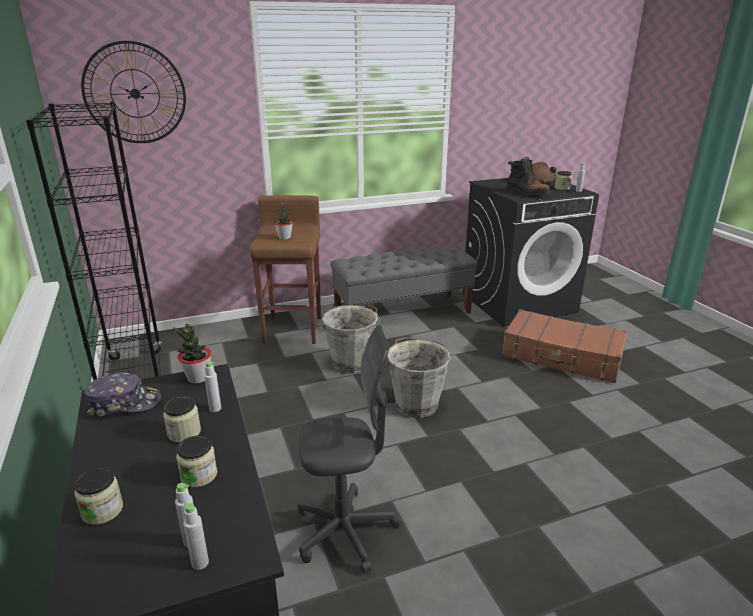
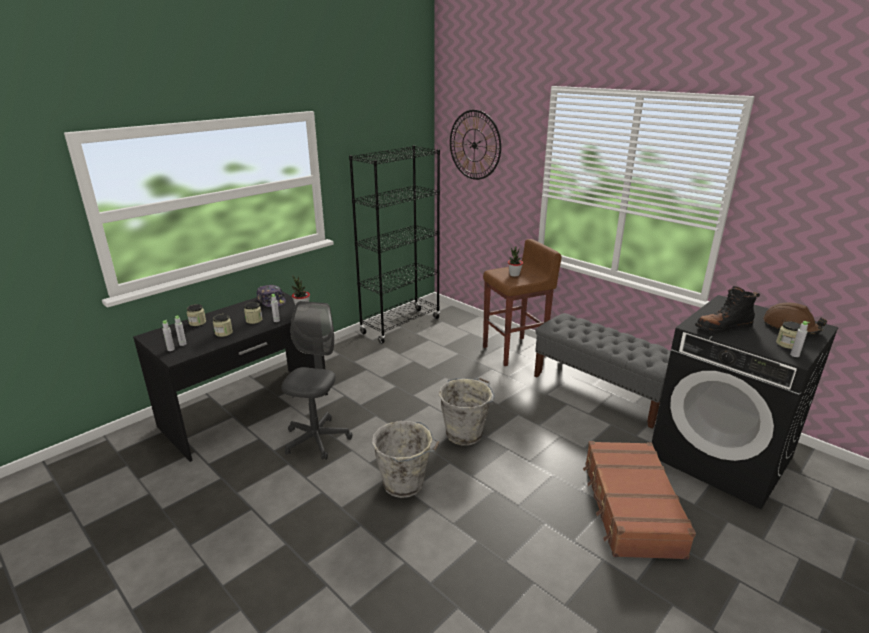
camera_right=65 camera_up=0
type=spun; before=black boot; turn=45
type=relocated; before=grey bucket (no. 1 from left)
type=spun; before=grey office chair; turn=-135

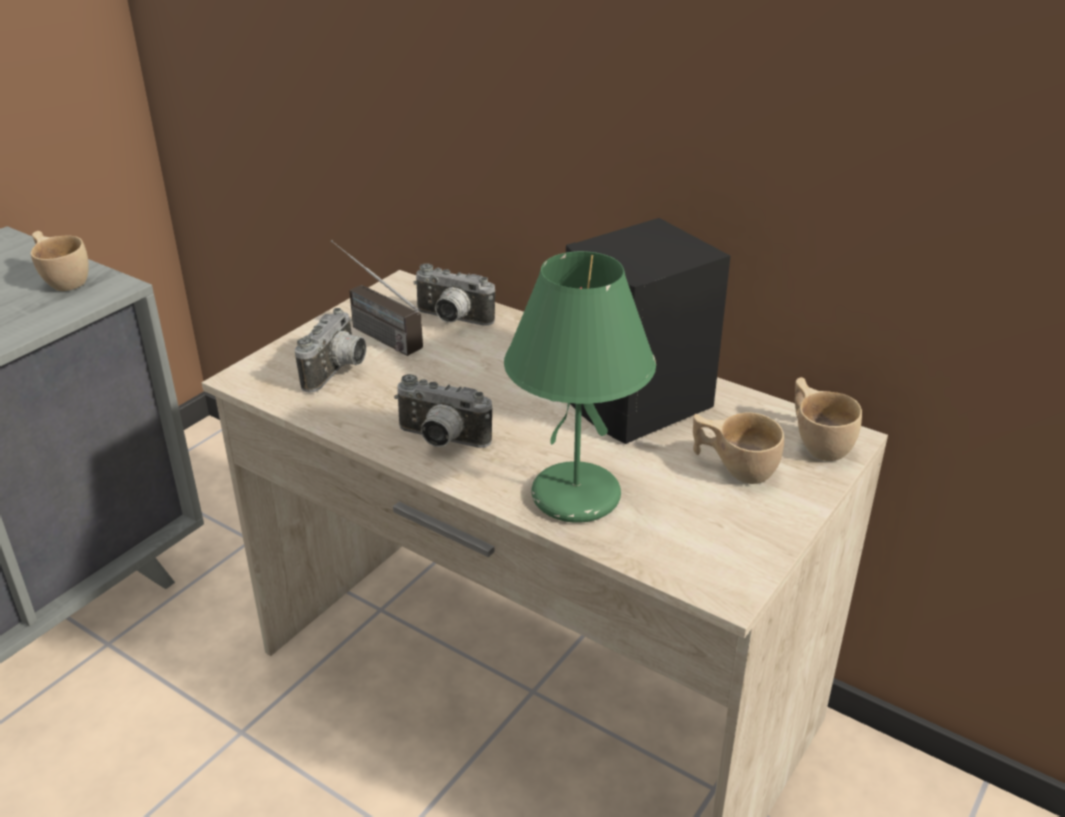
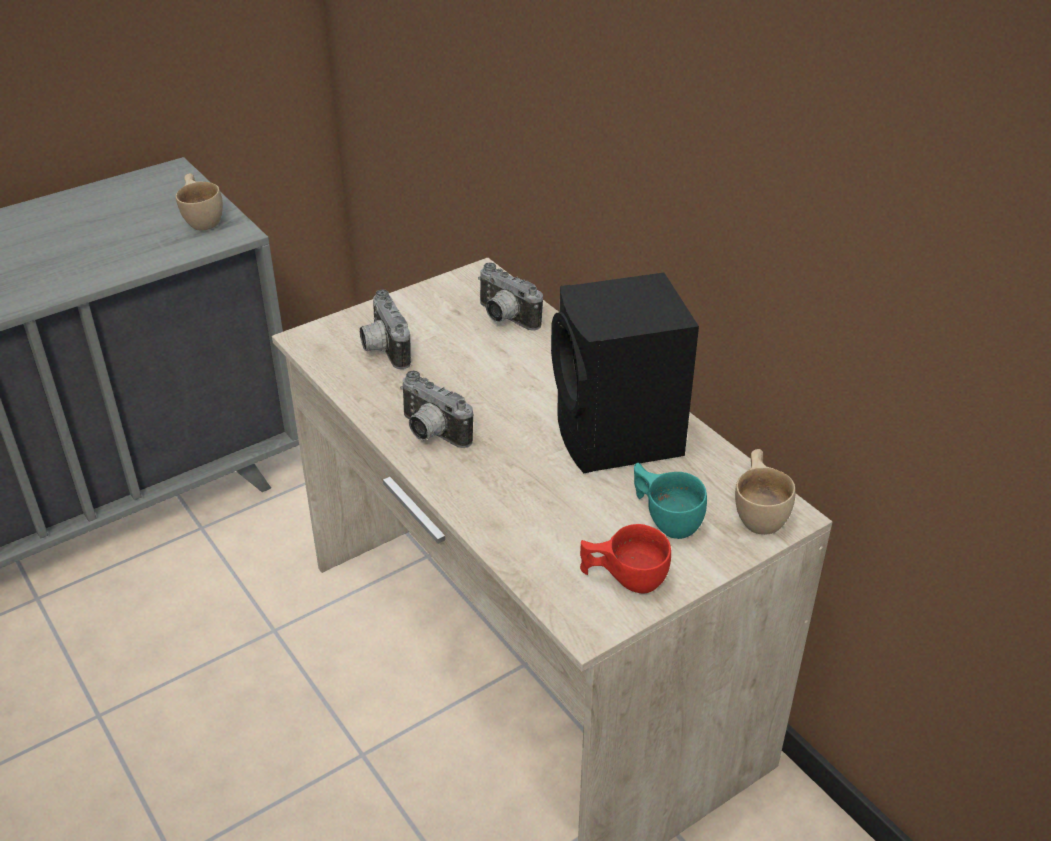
camera_right=20 camera_up=5
type=missing; before=radio
type=missing; before=green table lamp
type=spun; before=photo camera (no. 1 from left); turn=120
type=colour; before=beige cup (no. 2 from left); after=turquoise cup
type=appeared; after=red cup

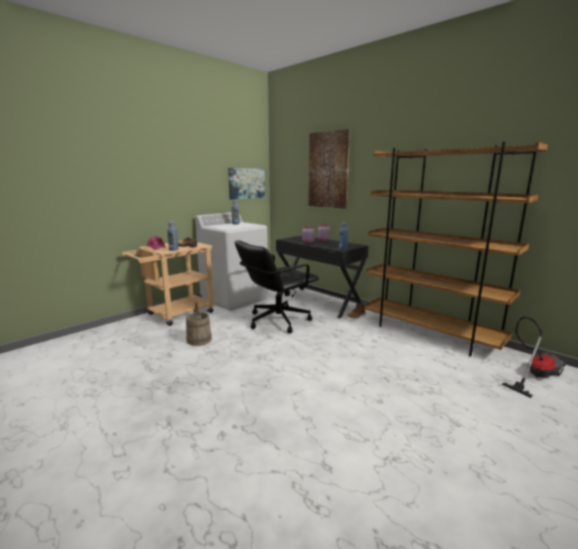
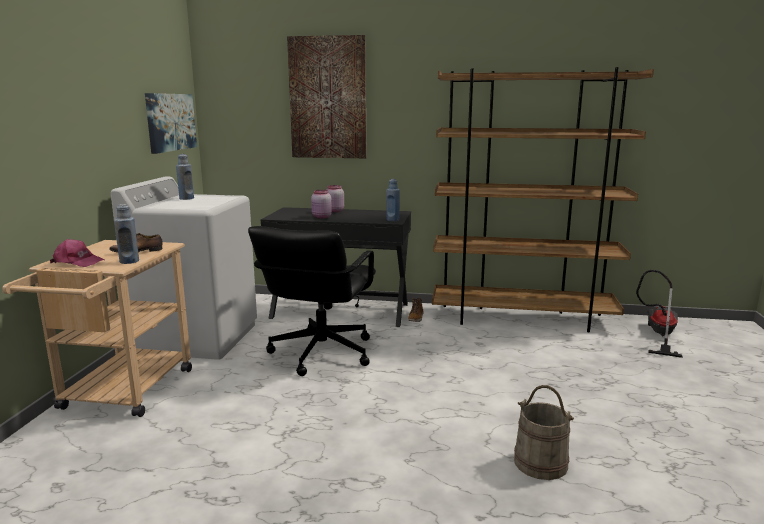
camera_right=-35 camera_up=0
type=relocated; before=beige bucket

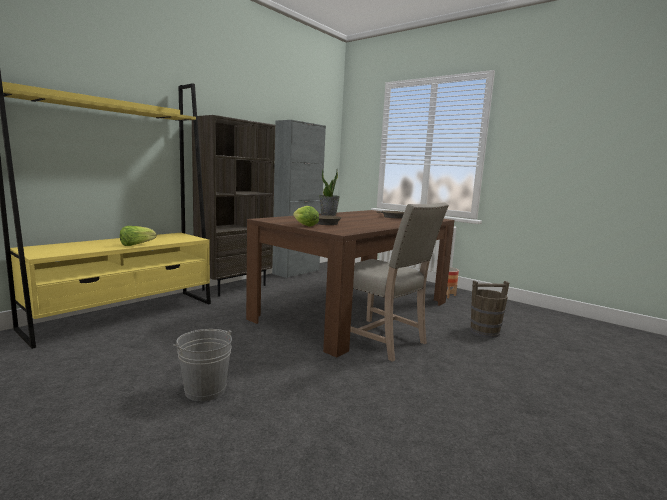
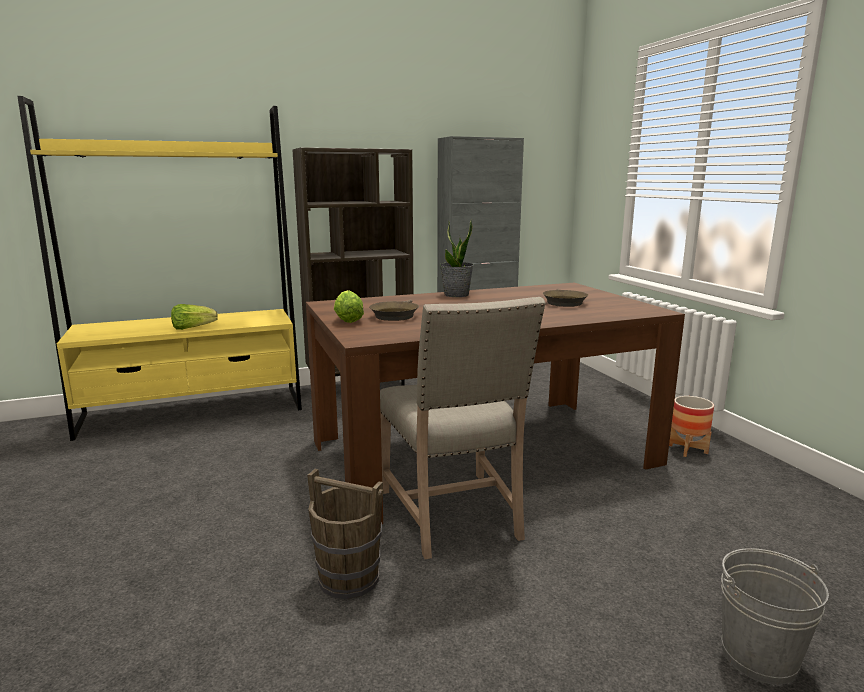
camera_right=30 camera_up=5
type=relocated; before=brown bucket
type=relocated; before=grey bucket

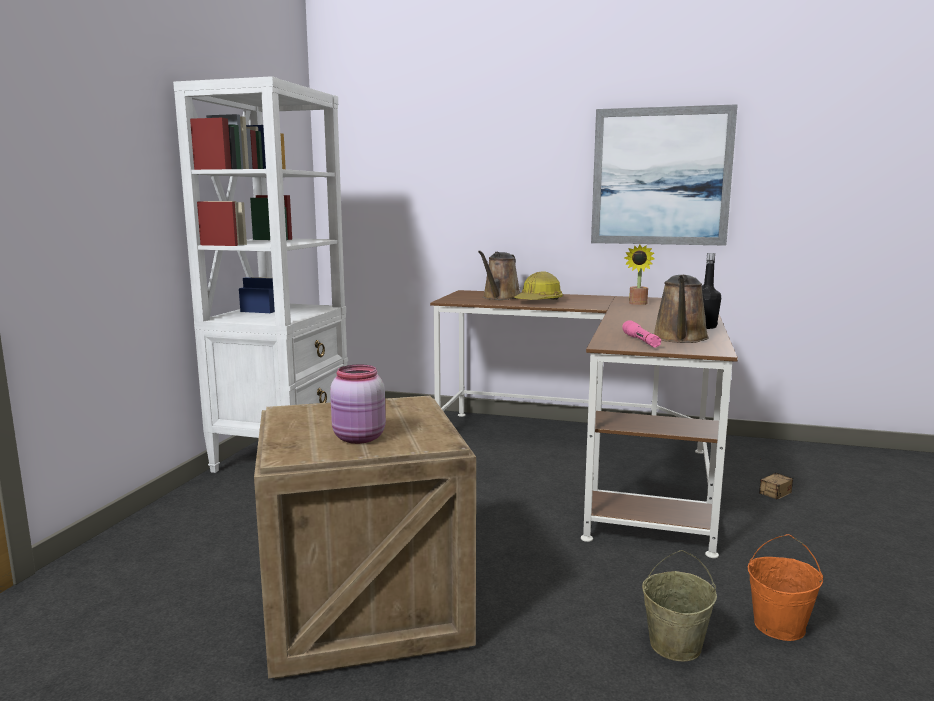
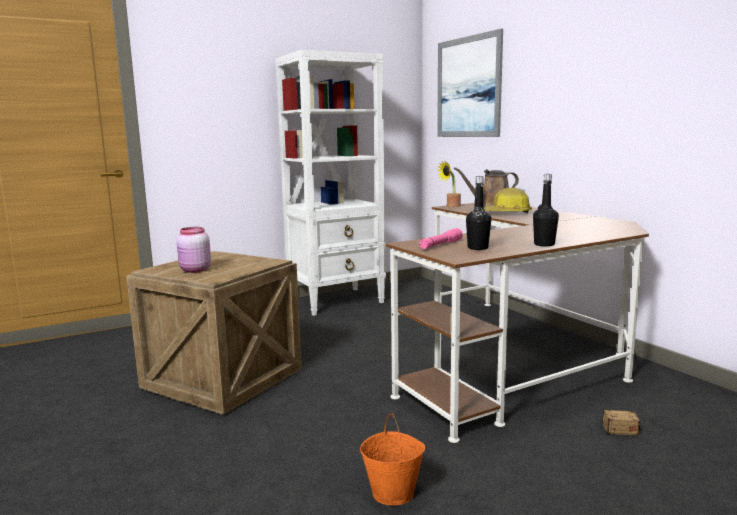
camera_right=45 camera_up=0
type=relocated; before=picture
type=relocated; before=potted plant
type=exchanged; before=brown watering can (no. 2 from left); after=black bottle (no. 1 from left)
type=missing; before=beige bucket

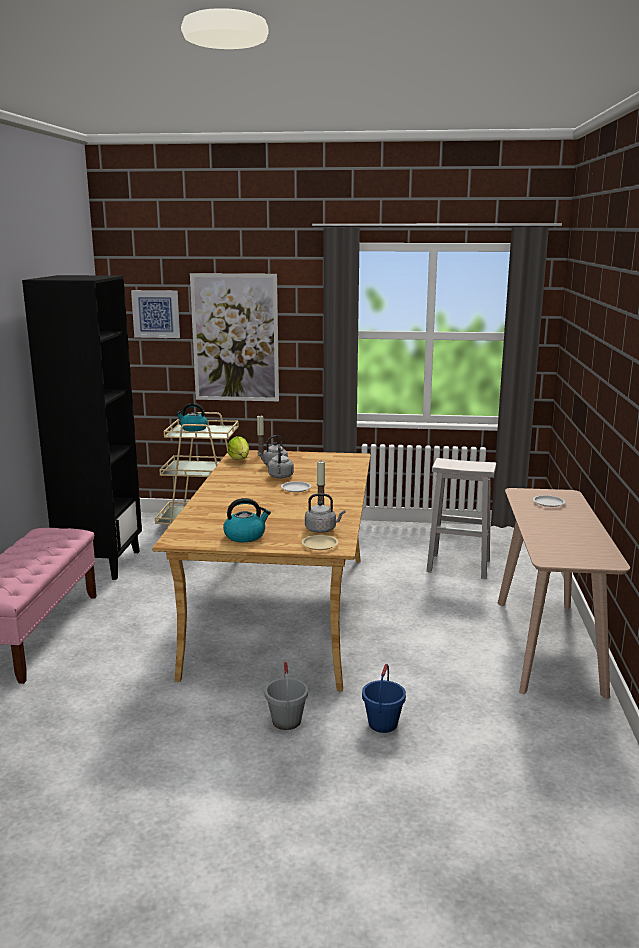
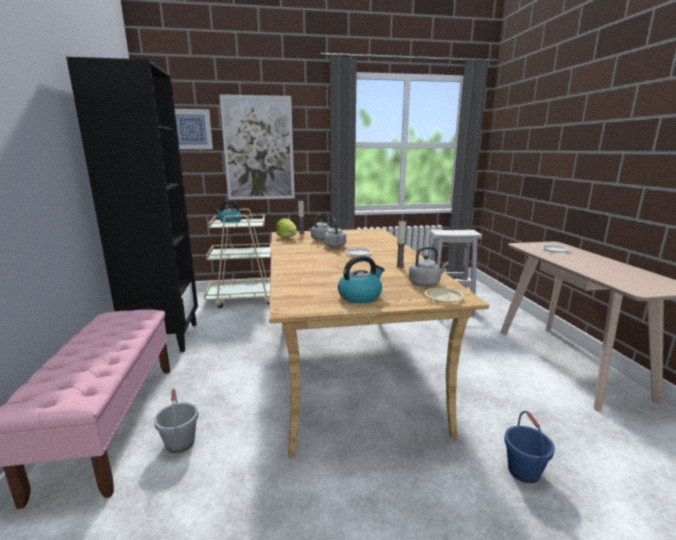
camera_right=-15 camera_up=0
type=relocated; before=grey bucket

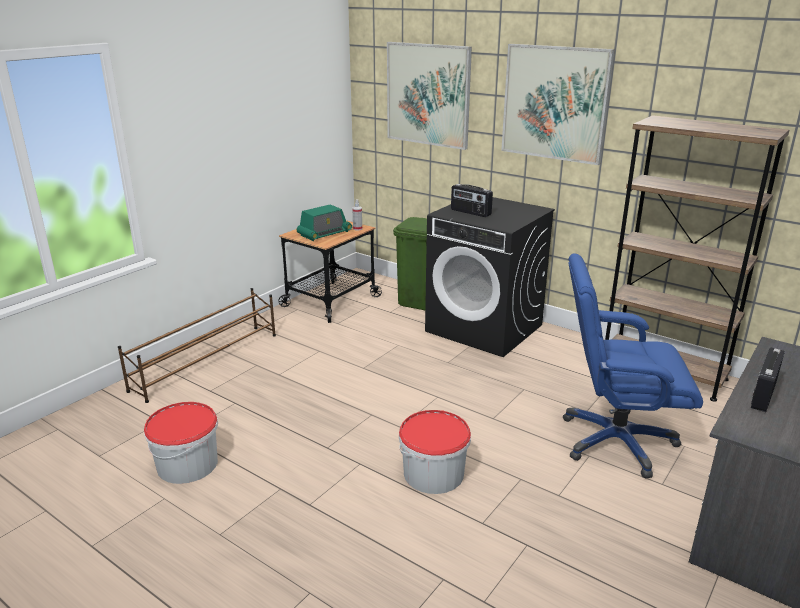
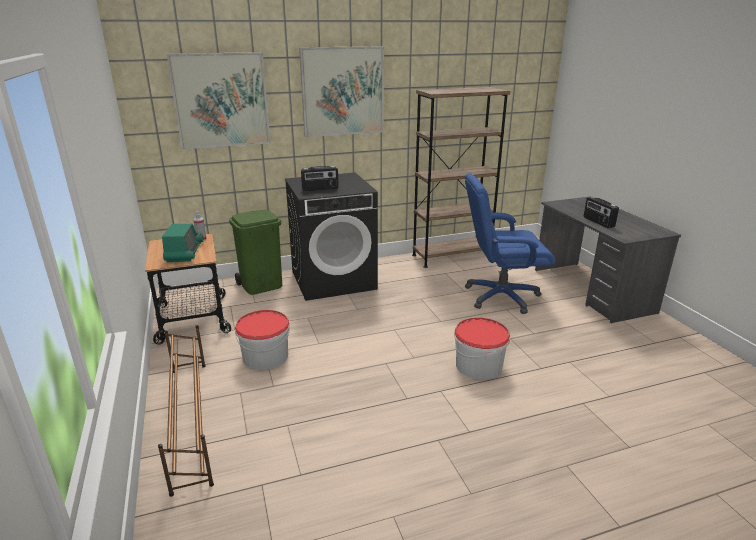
camera_right=-55 camera_up=0
type=spun; before=blue office chair; turn=45
type=relocated; before=bucket (no. 1 from left)

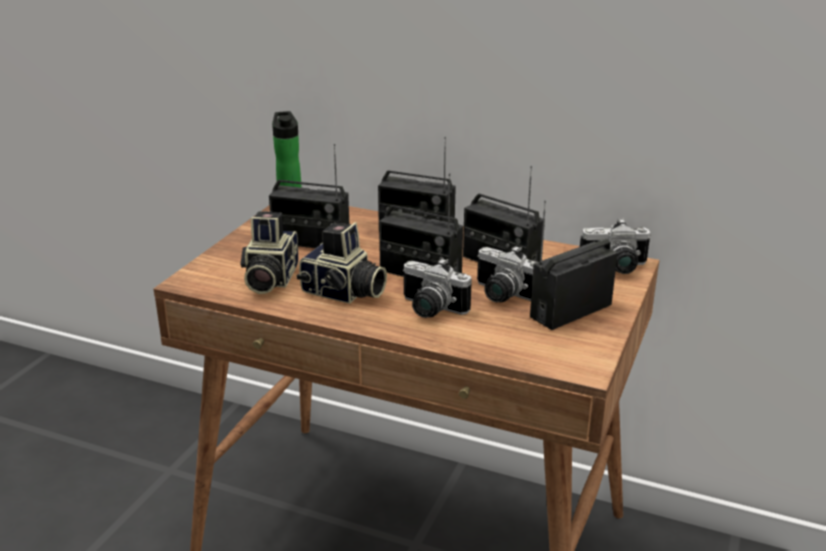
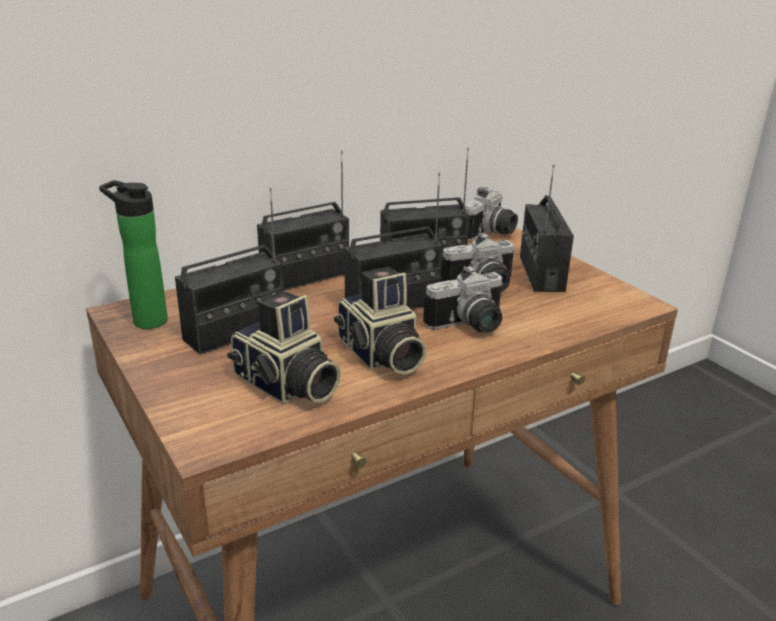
camera_right=-55 camera_up=0
type=spun; before=photo camera (no. 2 from left); turn=90

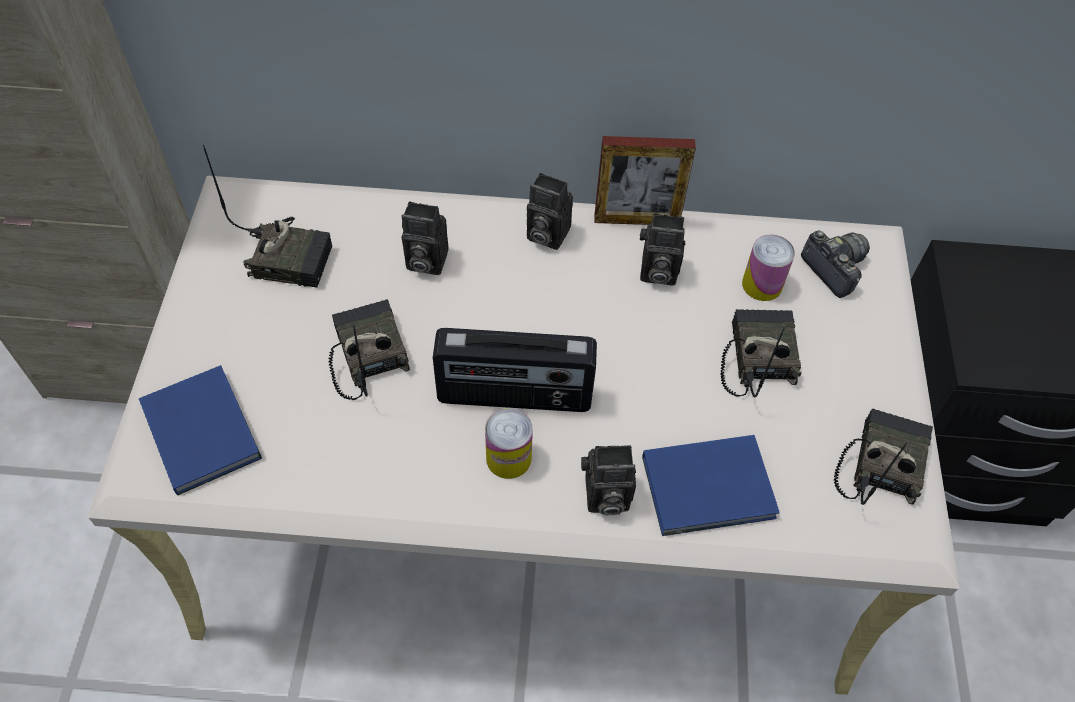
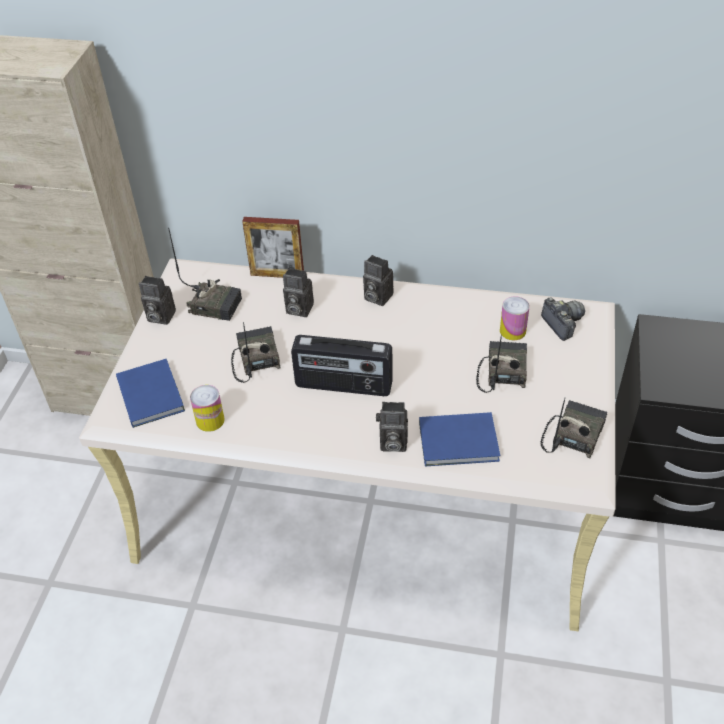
camera_right=10 camera_up=-10
type=relocated; before=picture frame
type=relocated; before=photo camera (no. 4 from left in the first image); after=photo camera (no. 1 from left)
type=relocated; before=can (no. 1 from left)

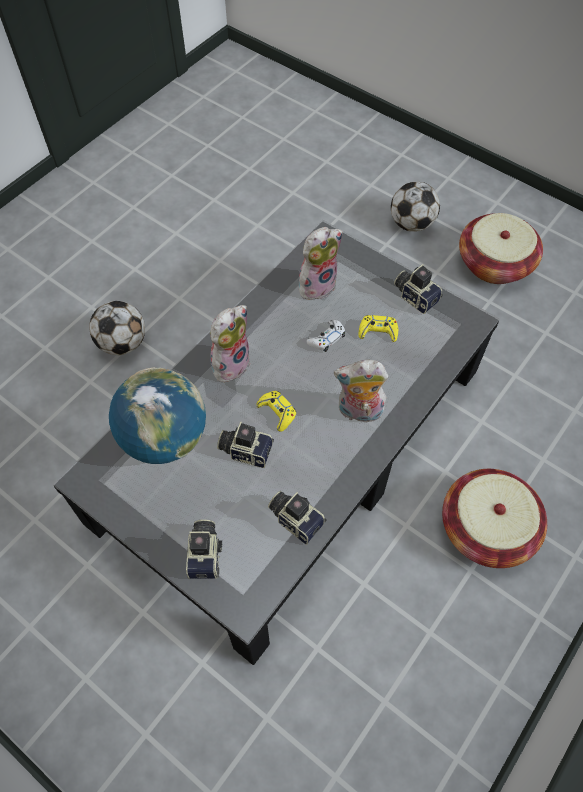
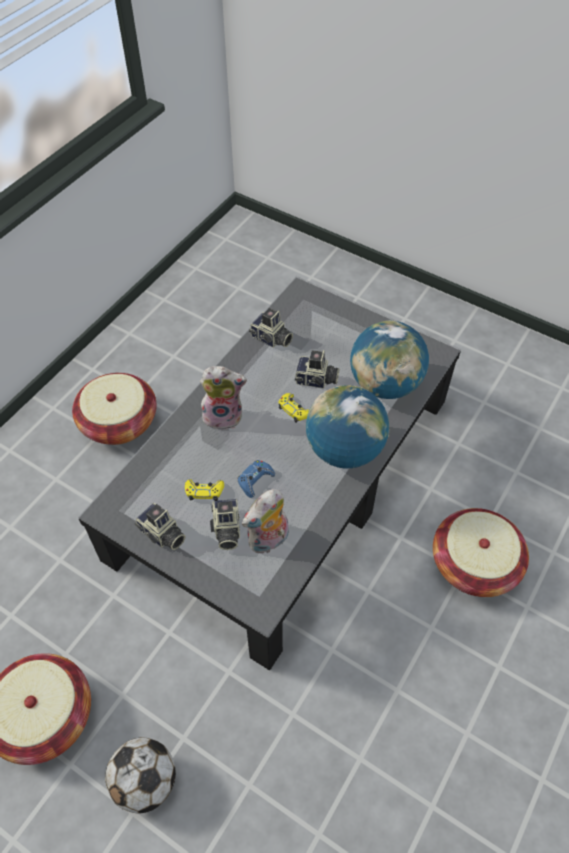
camera_right=175 camera_up=-5
type=exchanged; before=football (no. 1 from left); after=basket (no. 3 from left)
type=exchanged; before=plush toy (no. 1 from left); after=globe (no. 1 from left)
type=colour; before=white game controller; after=blue game controller
type=relocated; before=photo camera (no. 1 from left in the first image); after=photo camera (no. 2 from left)

